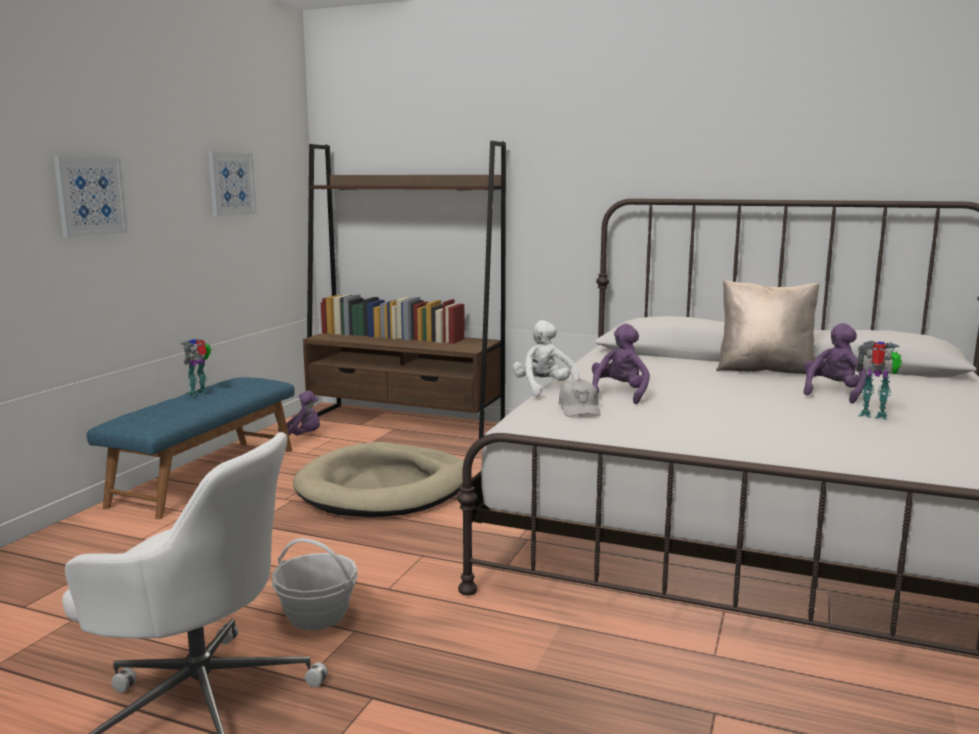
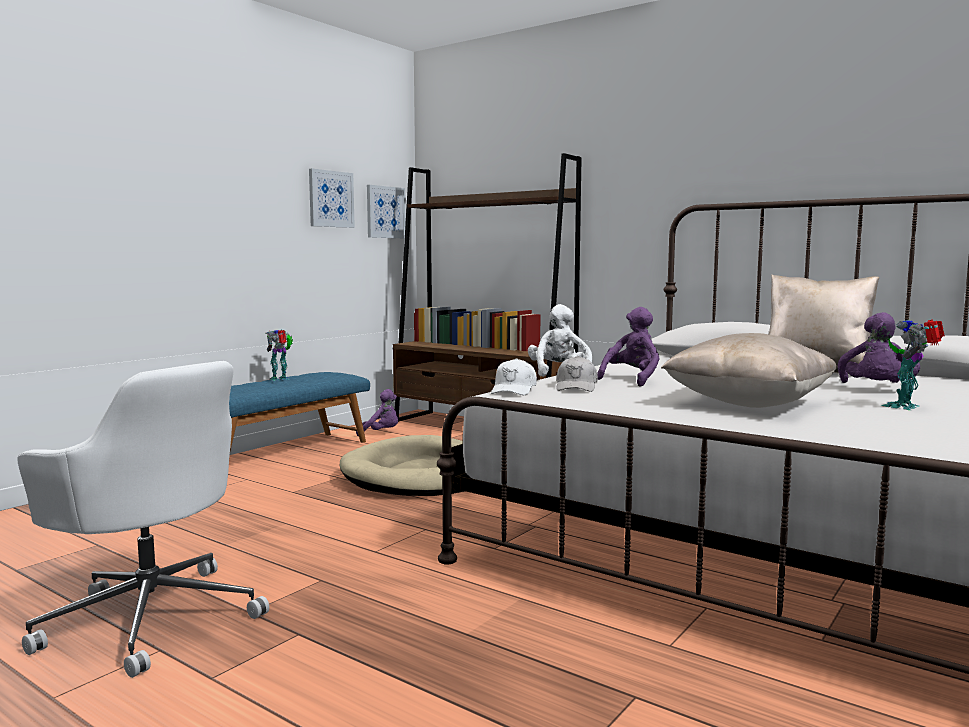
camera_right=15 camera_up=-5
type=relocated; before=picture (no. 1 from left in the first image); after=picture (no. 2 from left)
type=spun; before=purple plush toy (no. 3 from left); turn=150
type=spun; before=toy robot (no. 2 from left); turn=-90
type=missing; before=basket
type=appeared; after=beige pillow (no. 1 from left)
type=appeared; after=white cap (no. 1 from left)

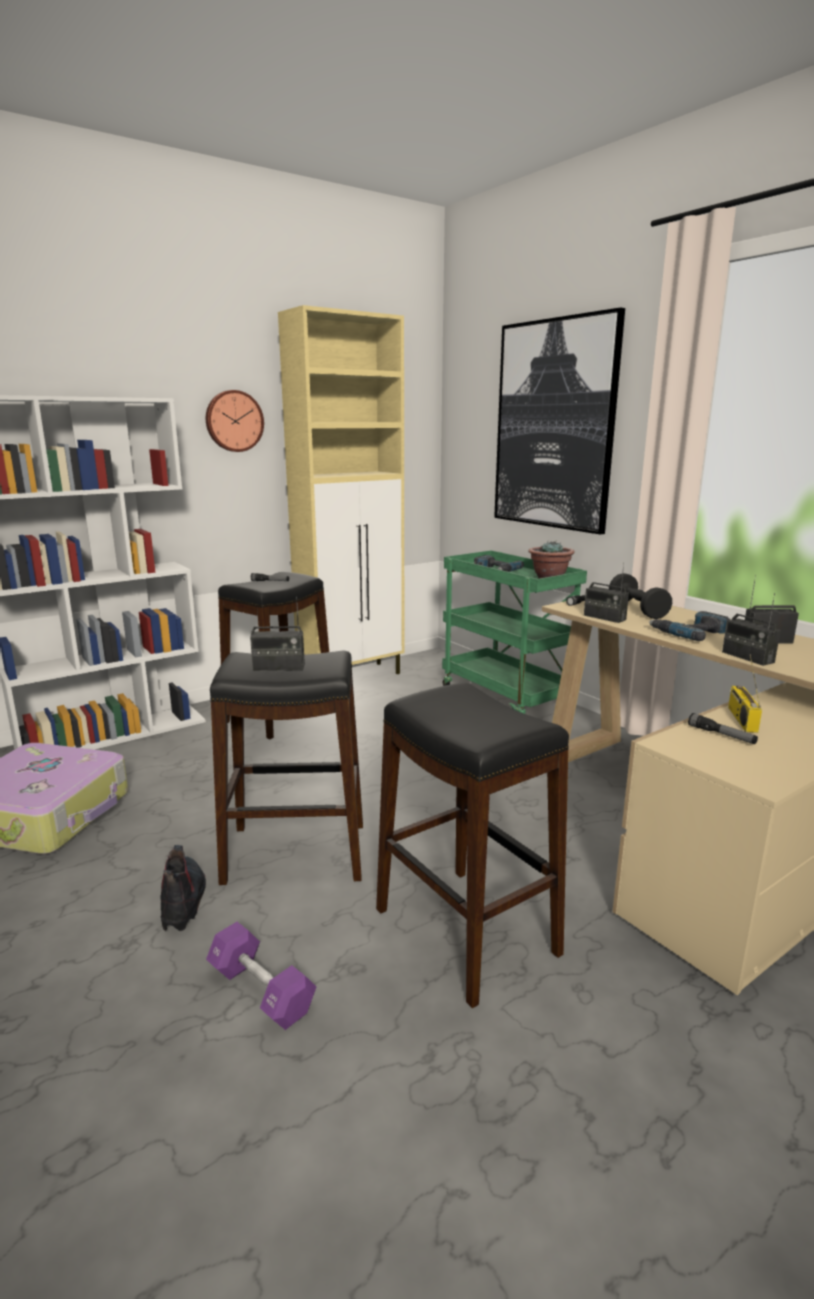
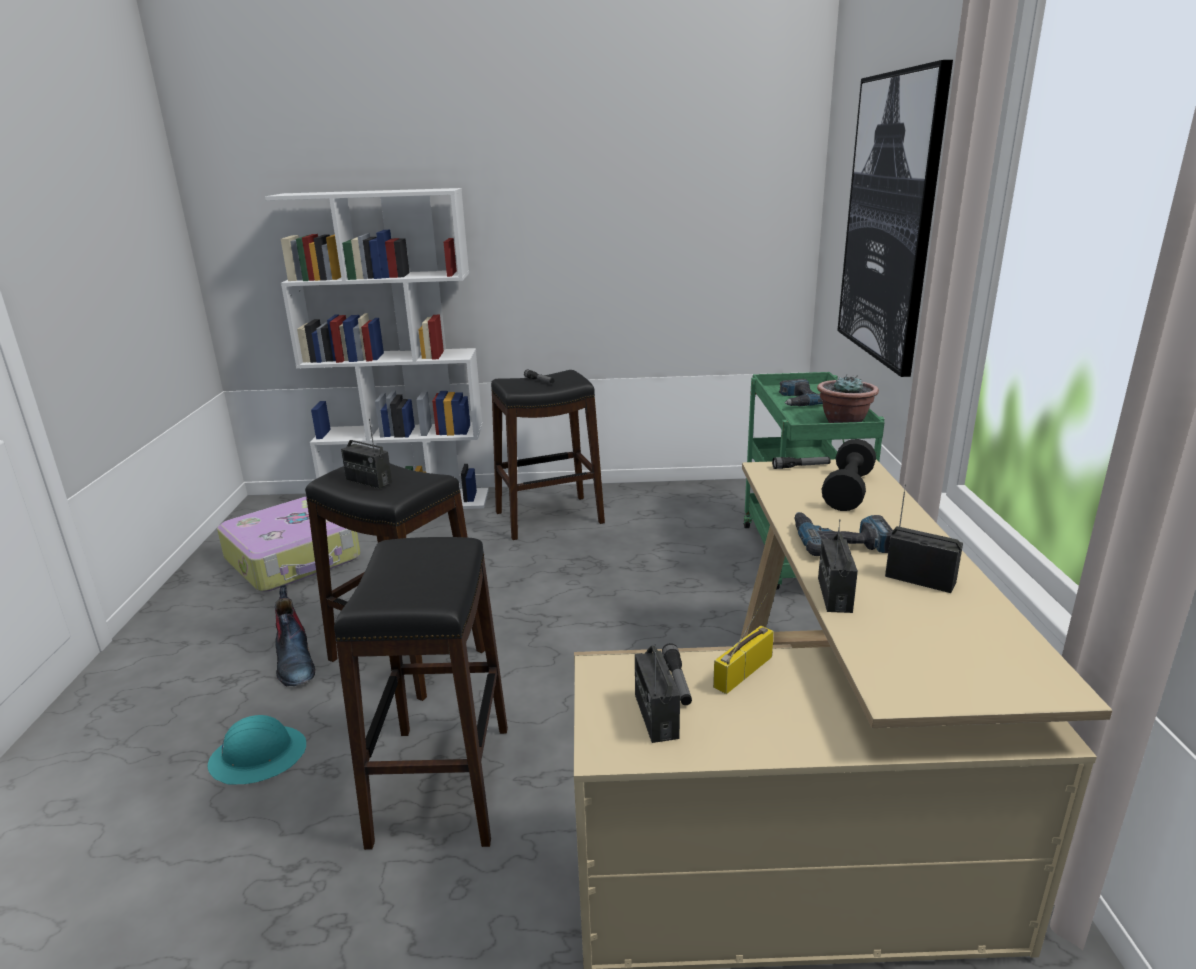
camera_right=35 camera_up=5
type=missing; before=beige cabinet
type=missing; before=wall clock
type=relocated; before=radio (no. 2 from left)
type=spun; before=boot; turn=135
type=exchanged; before=purple dumbbell; after=turquoise hard hat

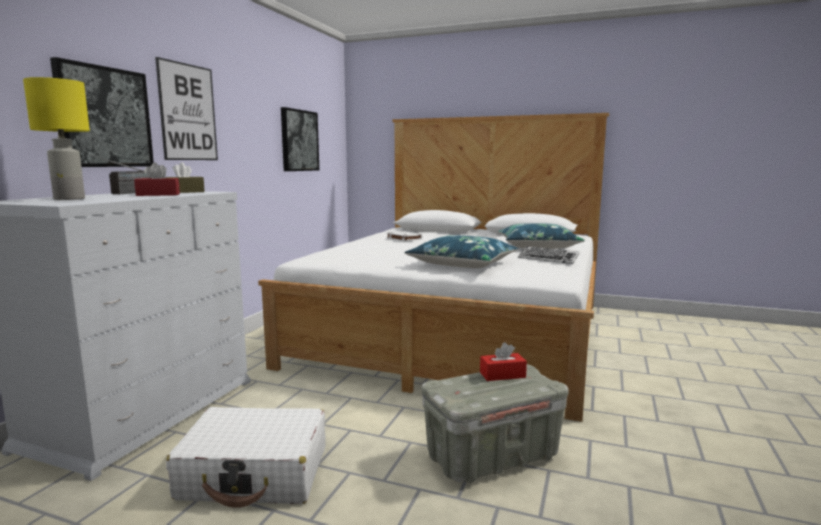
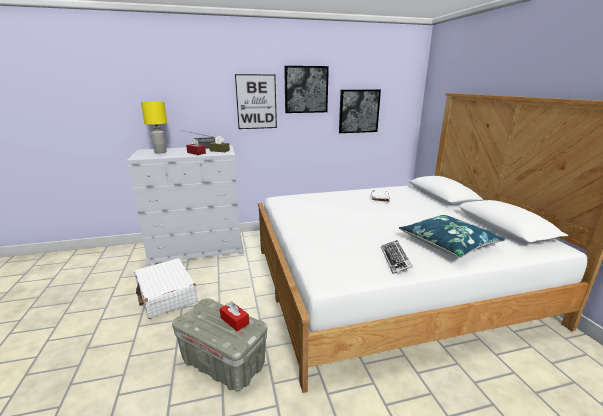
camera_right=55 camera_up=10
type=relocated; before=picture (no. 1 from left in the first image); after=picture (no. 2 from left)
type=missing; before=blue pillow (no. 1 from left)

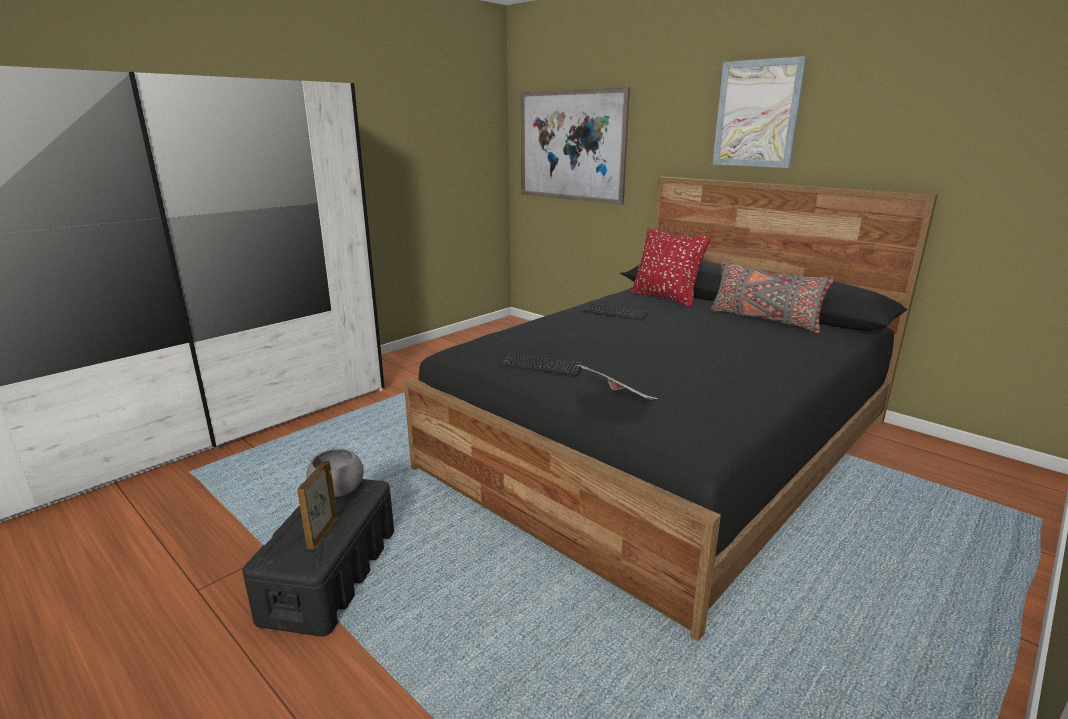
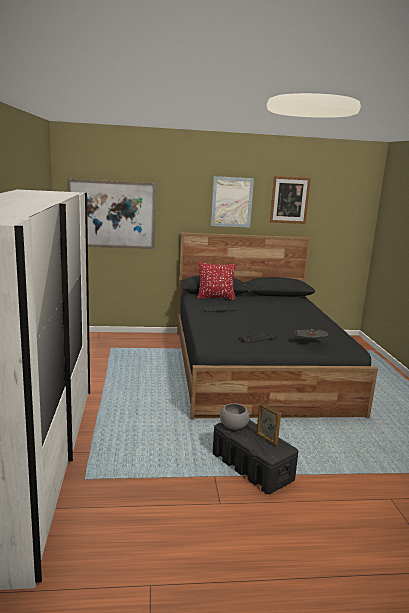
camera_right=-50 camera_up=-5
type=missing; before=grey pillow
type=appeared; after=picture (no. 3 from left)

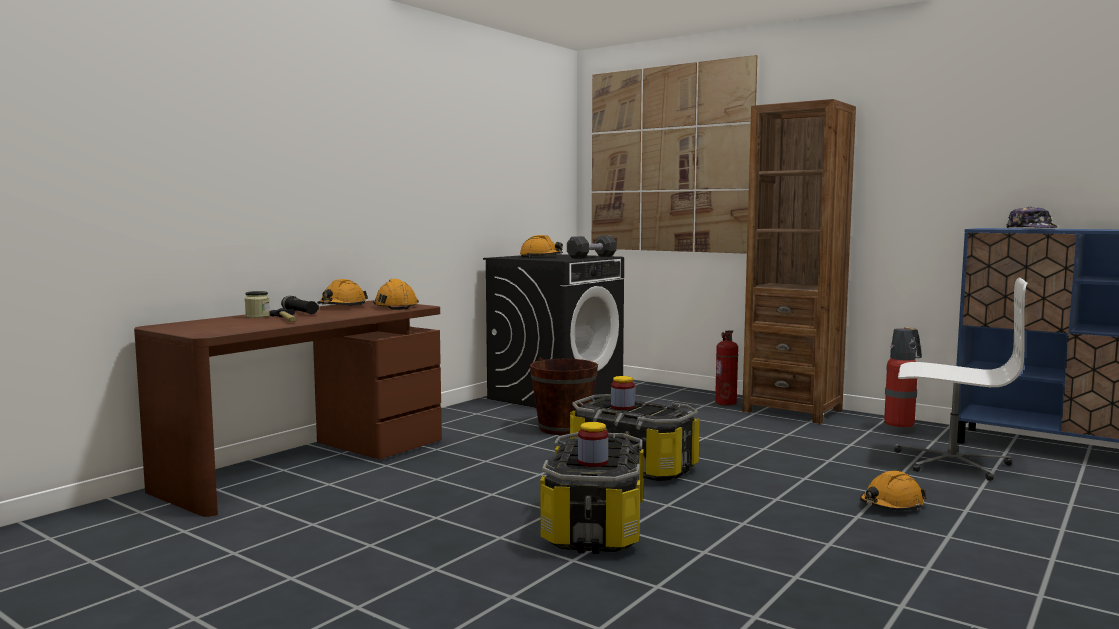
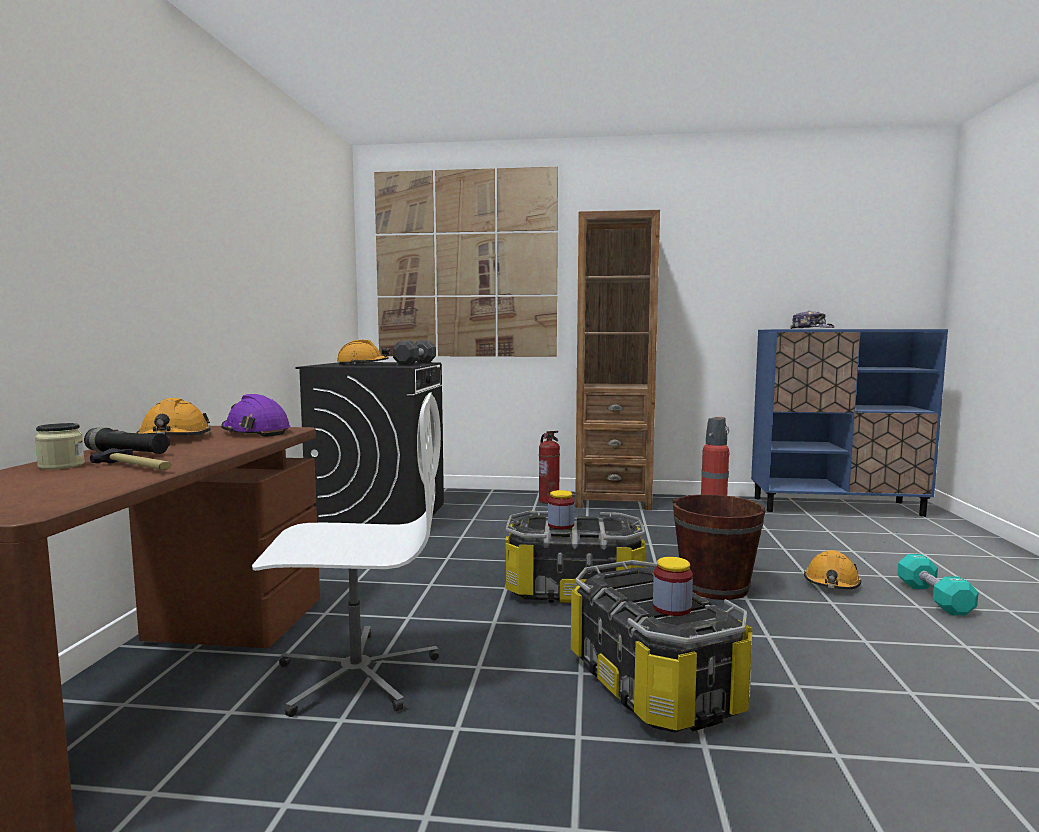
camera_right=-30 camera_up=0
type=relocated; before=white office chair
type=colour; before=orange hard hat (no. 2 from left); after=purple hard hat
type=relocated; before=brown bucket
type=appeared; after=turquoise dumbbell

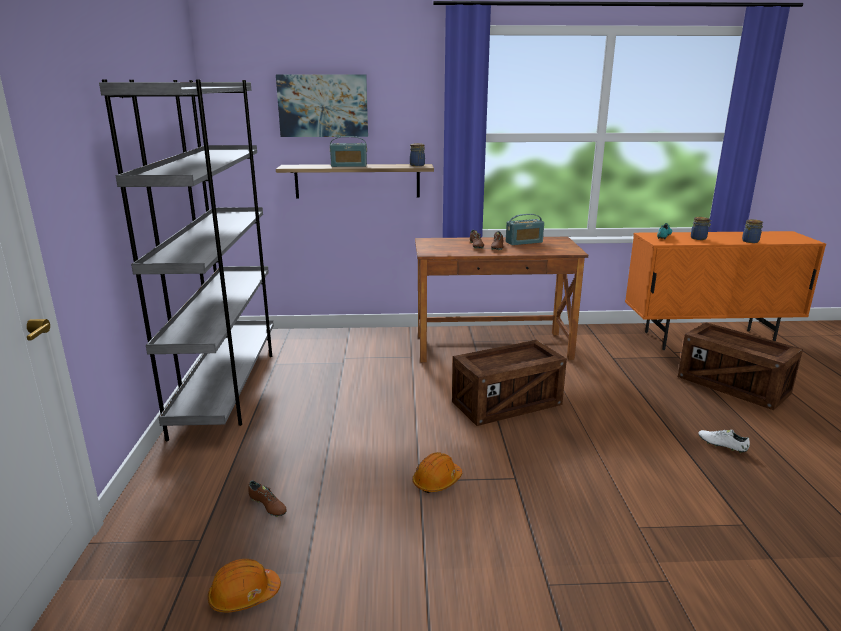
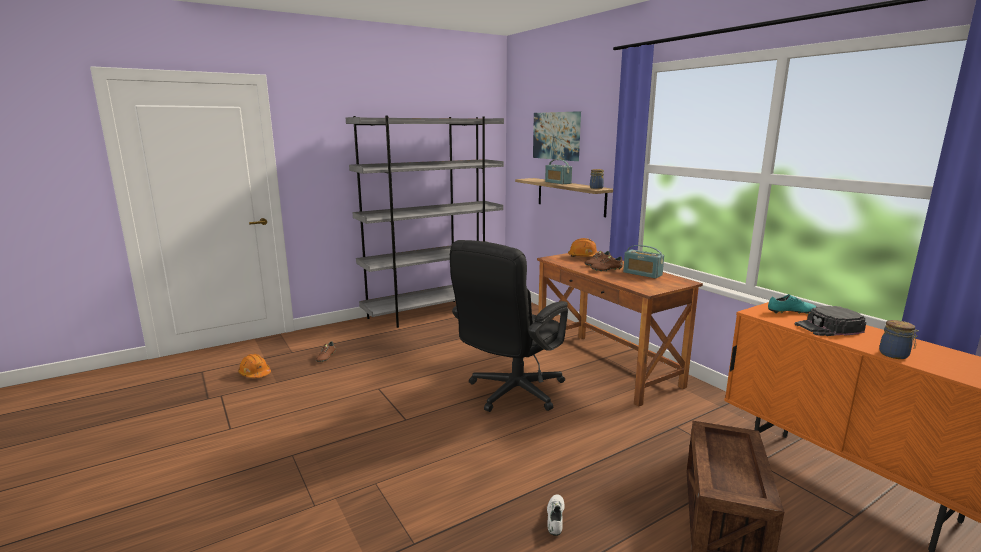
camera_right=60 camera_up=-5
type=exchanged; before=jar (no. 2 from left); after=black cap
type=exchanged; before=crate (no. 1 from left); after=black office chair
type=relocated; before=orange hard hat (no. 2 from left)

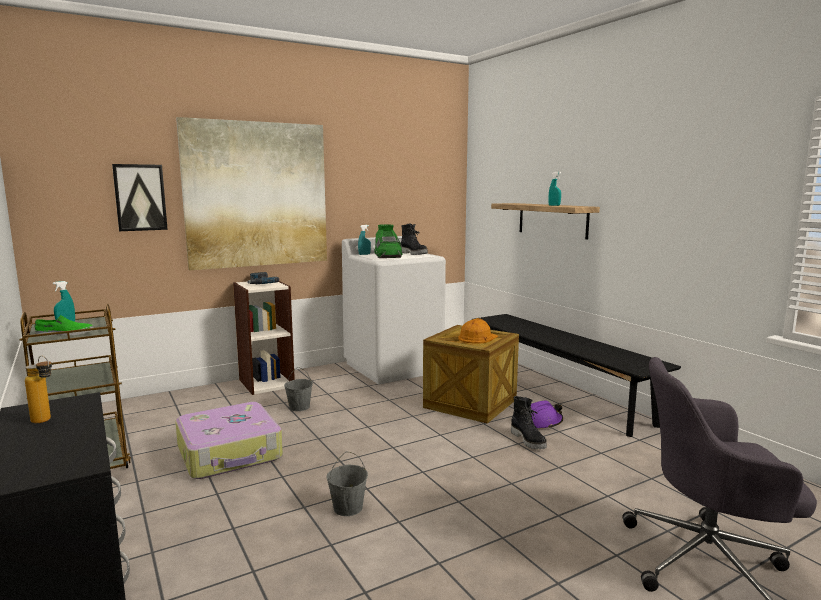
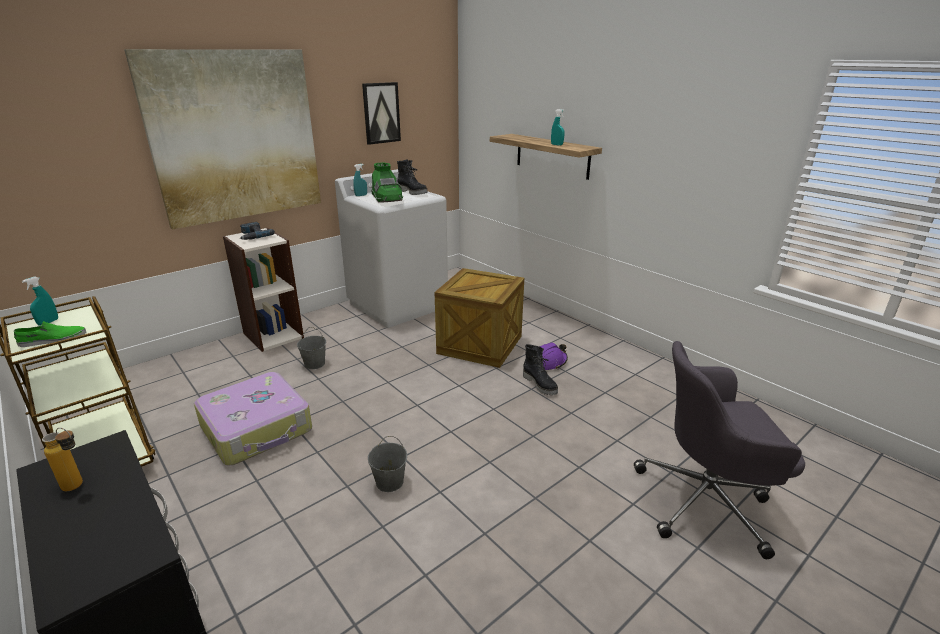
camera_right=-10 camera_up=15
type=relocated; before=picture (no. 1 from left in the first image); after=picture (no. 2 from left)
type=missing; before=black bench
type=missing; before=orange hard hat

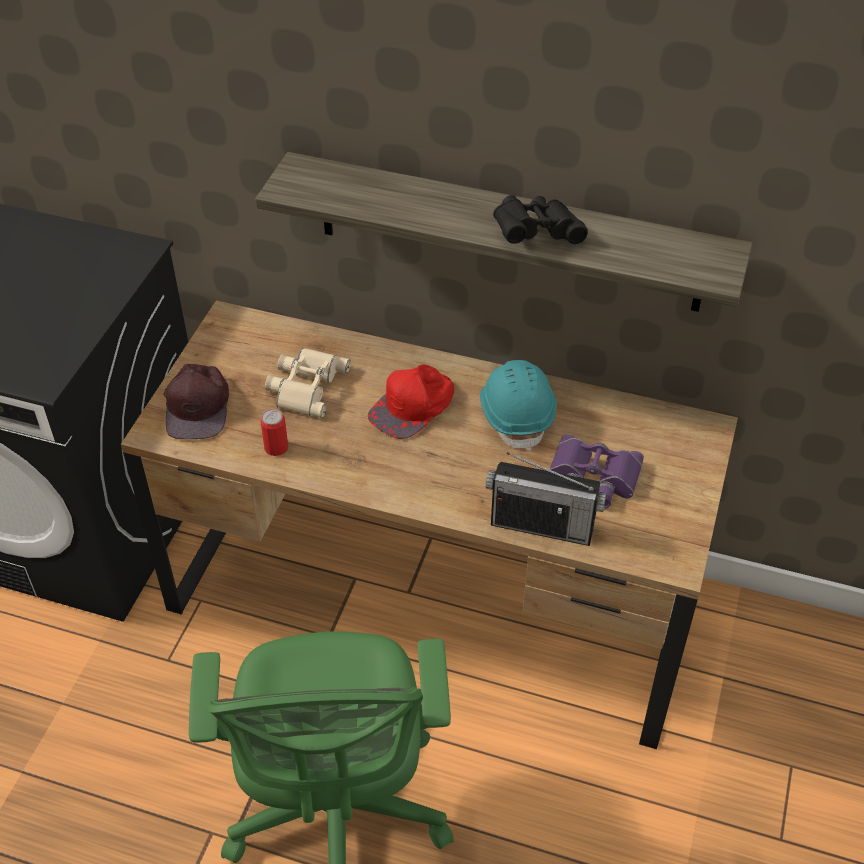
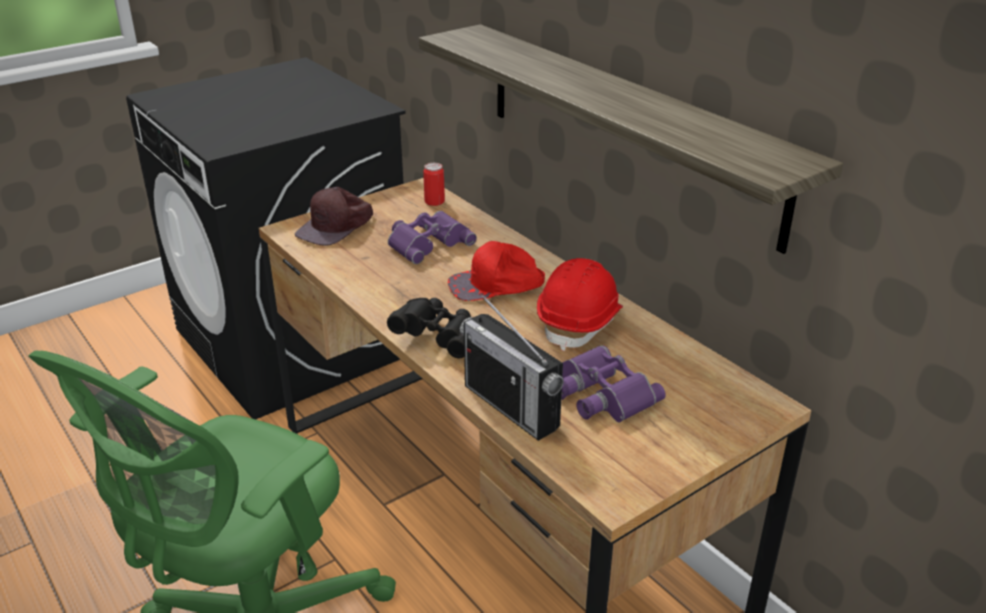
camera_right=35 camera_up=-15
type=relocated; before=black binoculars
type=colour; before=beige binoculars; after=purple binoculars (no. 1 from left)
type=colour; before=turquoise hard hat; after=red hard hat
type=relocated; before=can

